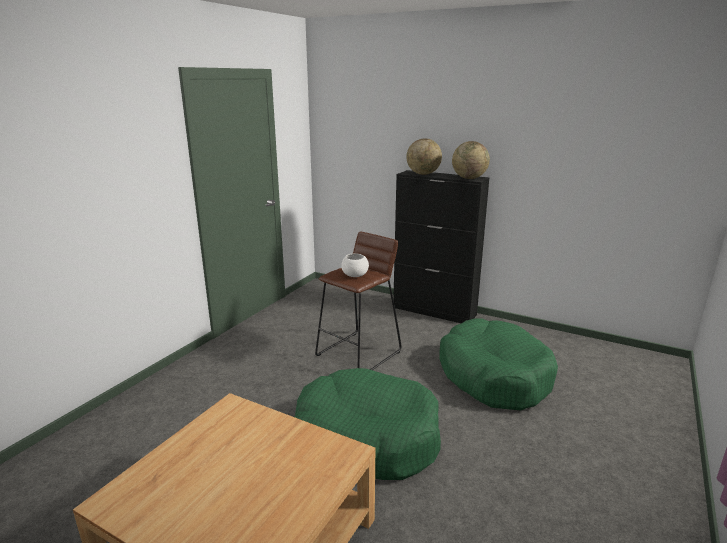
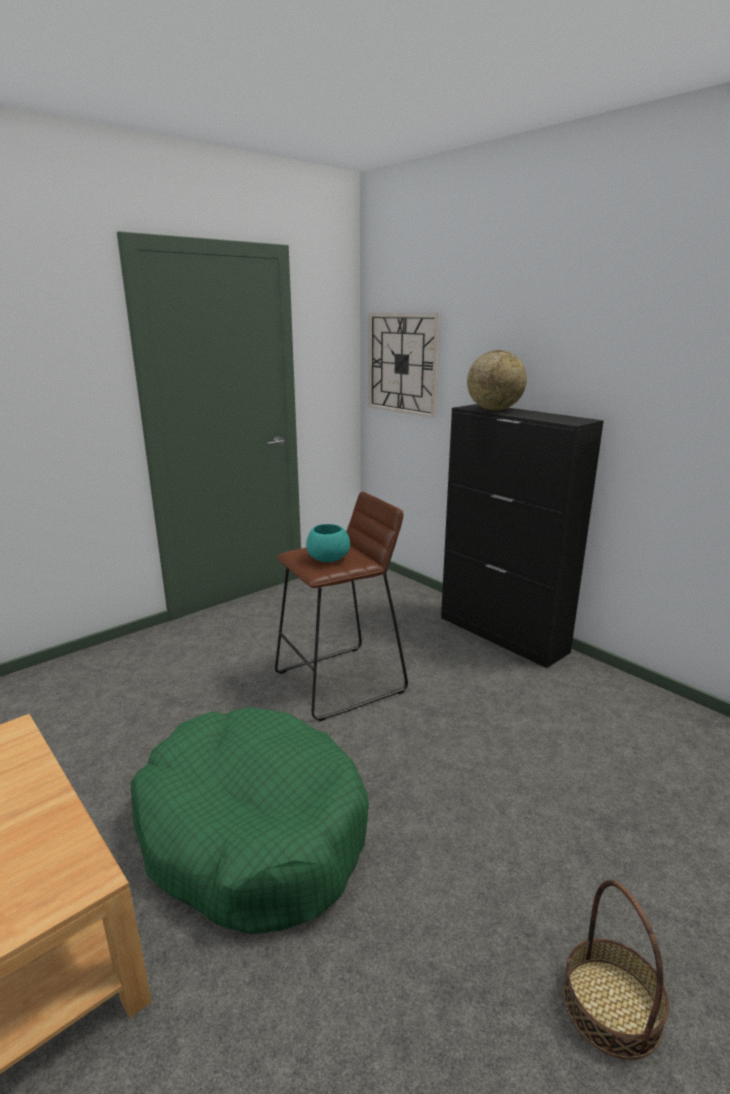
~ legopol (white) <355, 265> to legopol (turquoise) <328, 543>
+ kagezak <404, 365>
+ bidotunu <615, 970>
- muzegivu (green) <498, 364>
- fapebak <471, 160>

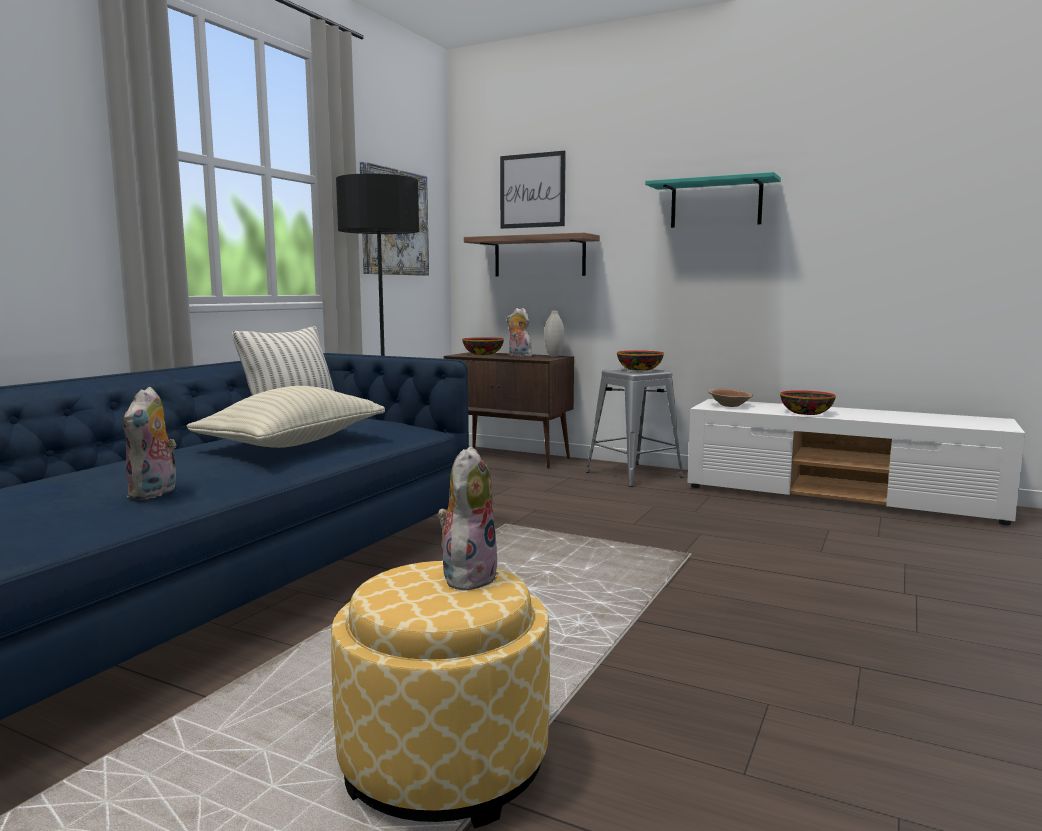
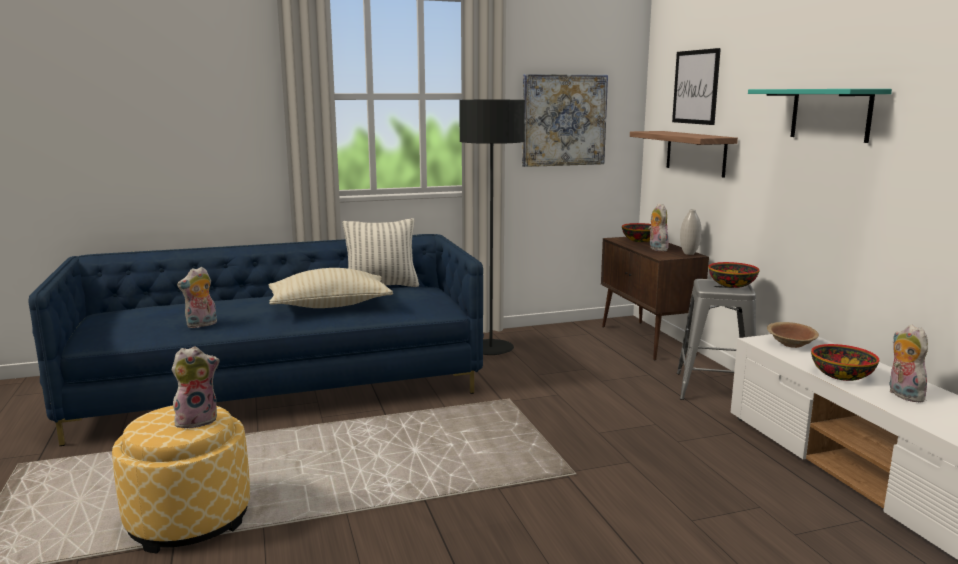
+ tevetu <909, 363>

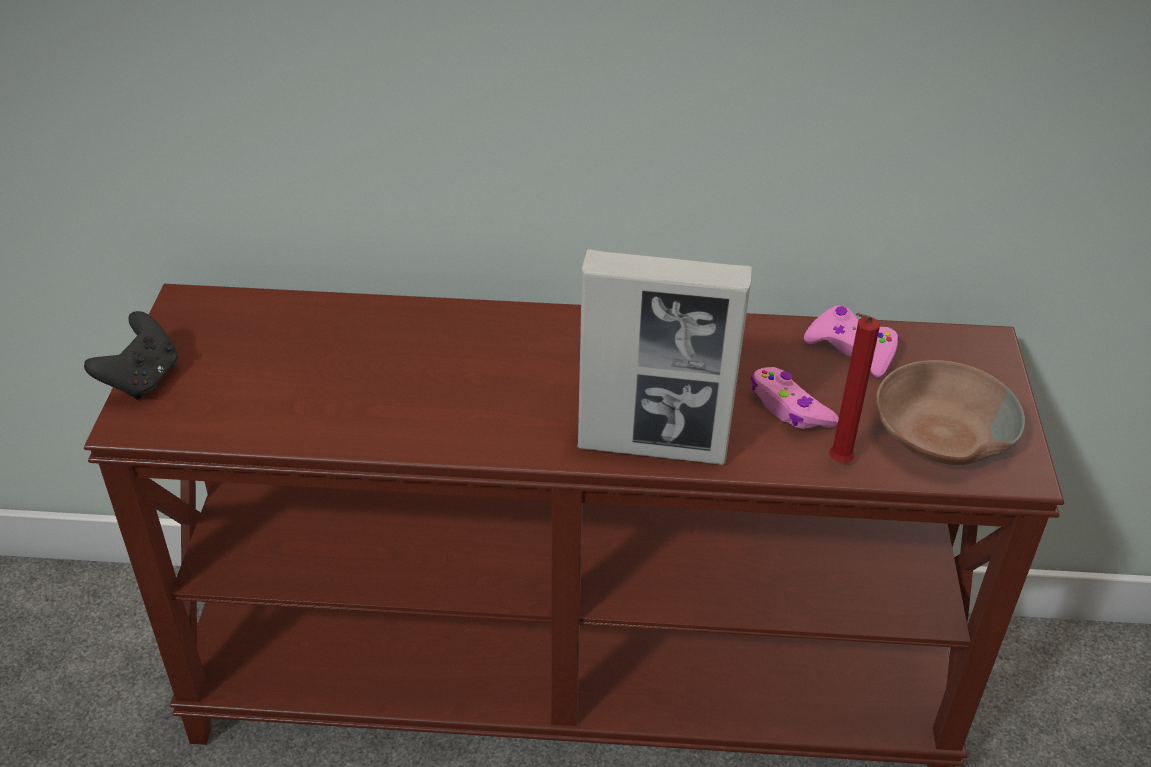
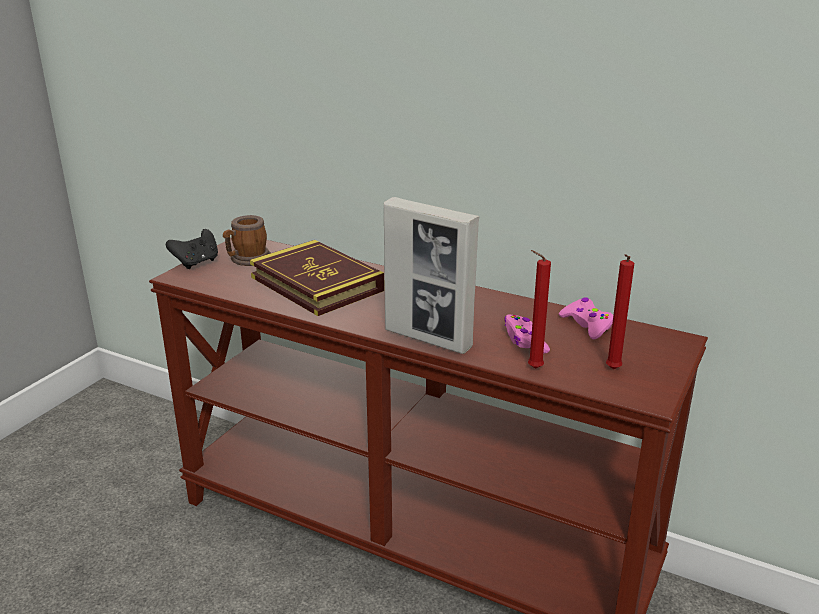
+ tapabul <247, 240>
+ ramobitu <317, 278>
~ legopol (brown) <950, 412> to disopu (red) <620, 311>

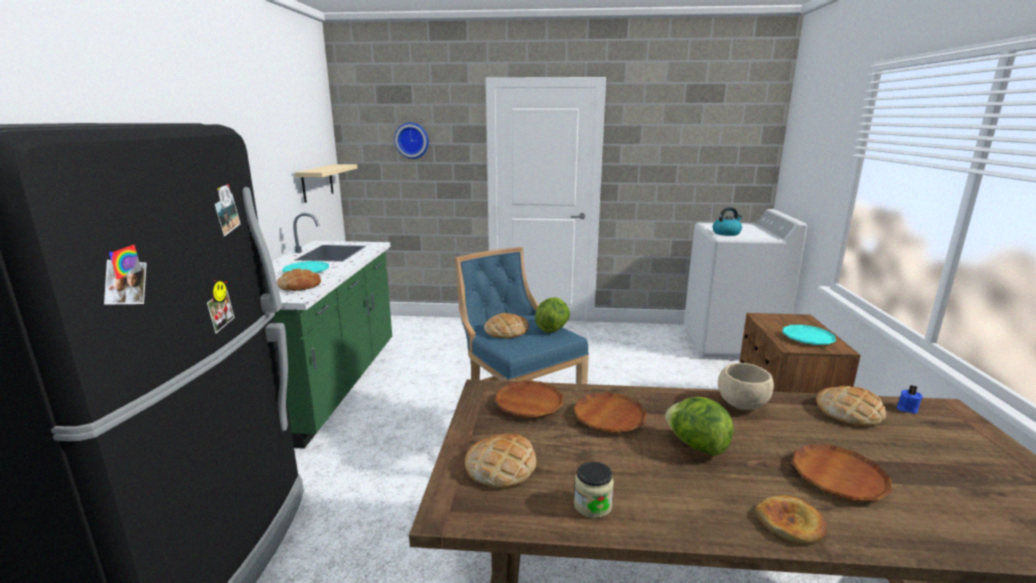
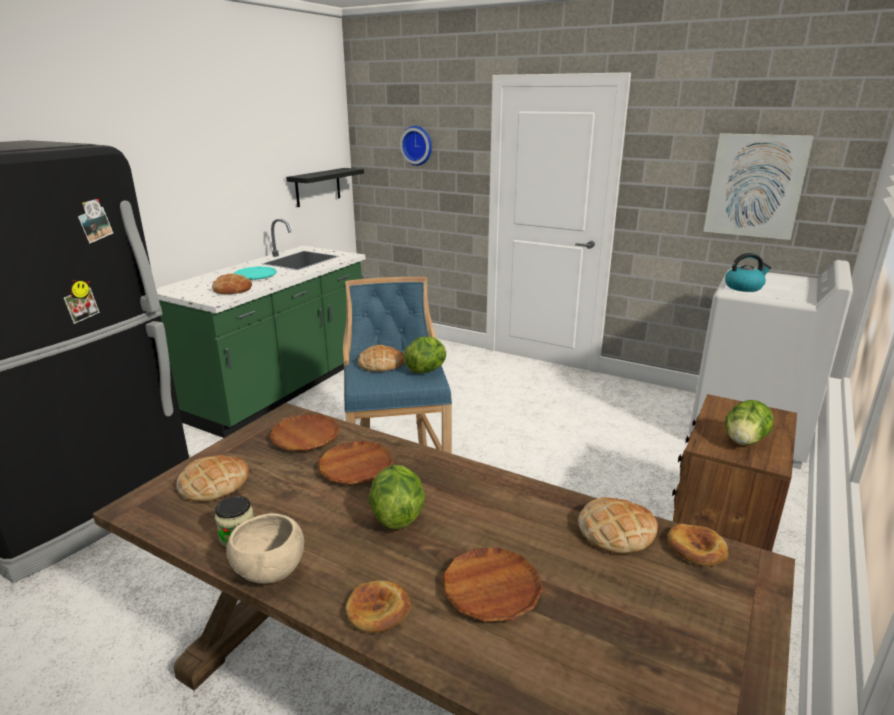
~ legopol (beige) <746, 386> to <265, 548>
~ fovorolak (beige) <326, 183> to fovorolak (black) <325, 187>
~ disopu (blue) <910, 399> to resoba <698, 545>
+ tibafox <758, 186>
~ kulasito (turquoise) <809, 335> to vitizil <749, 422>

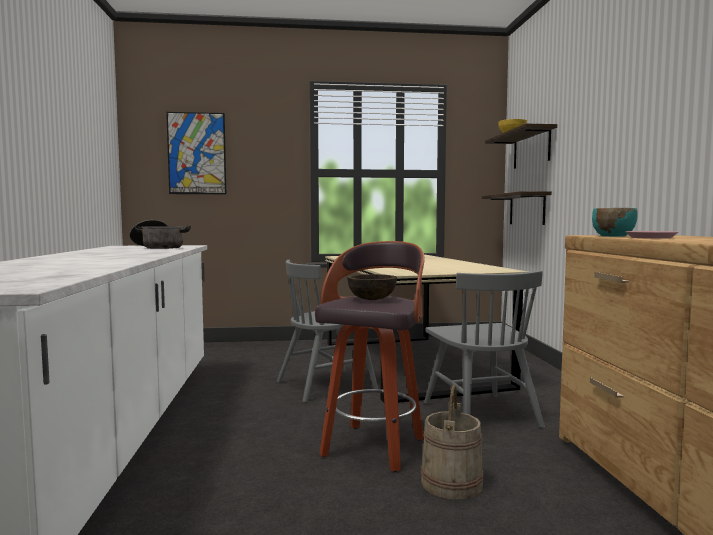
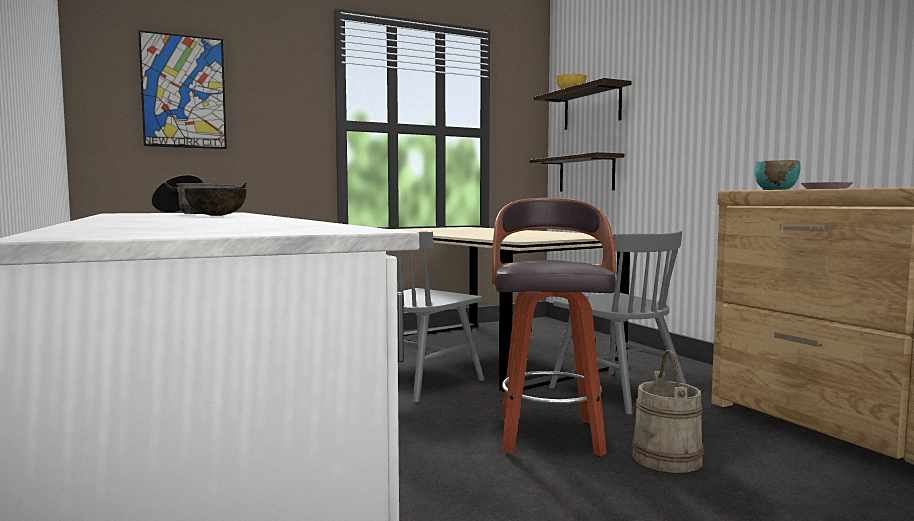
~ legopol (brown) <372, 287> to <215, 202>

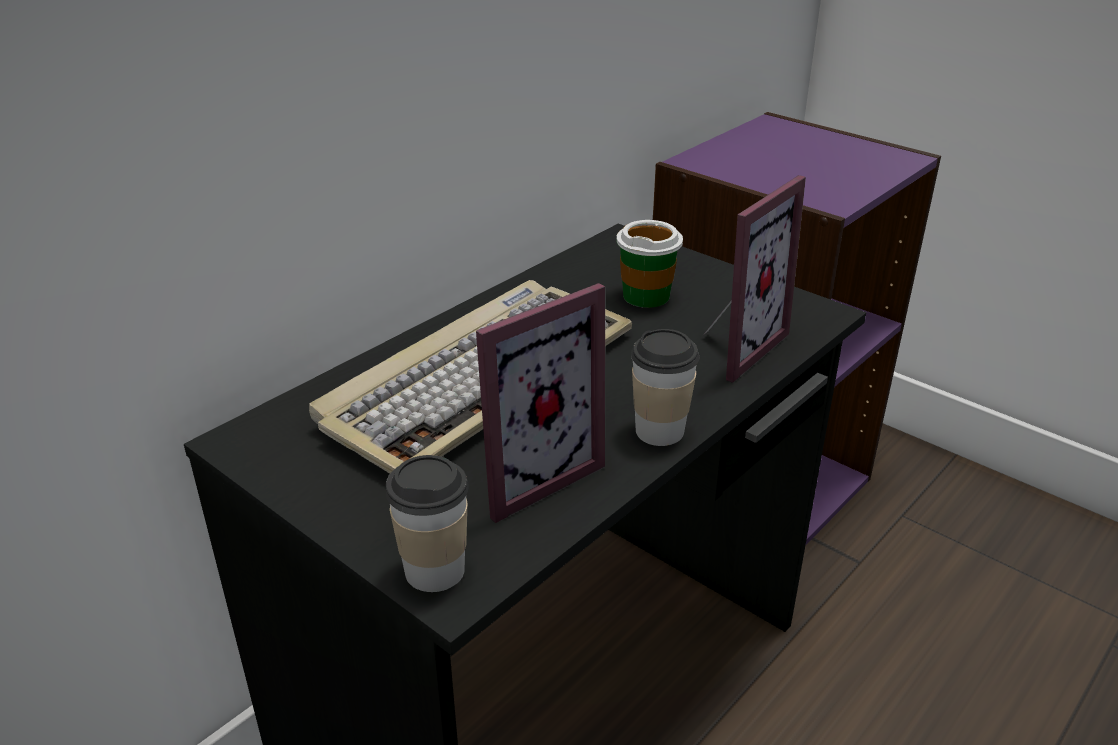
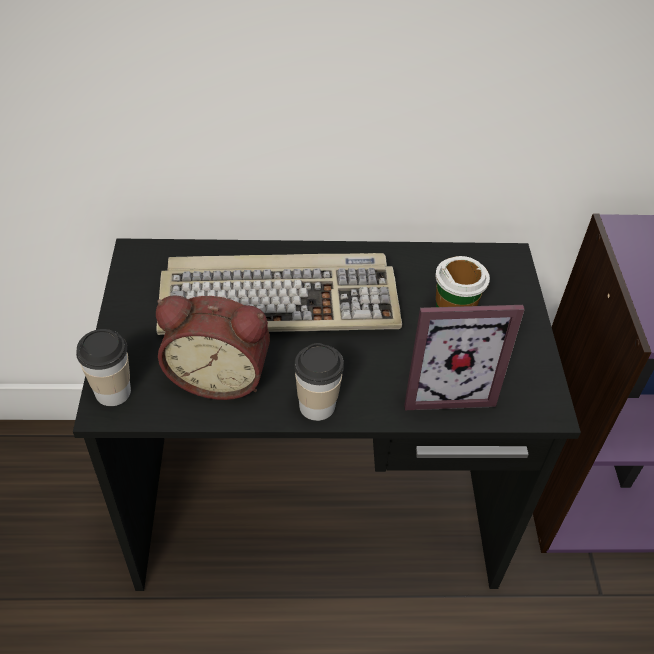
~ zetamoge <540, 403> to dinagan <213, 347>

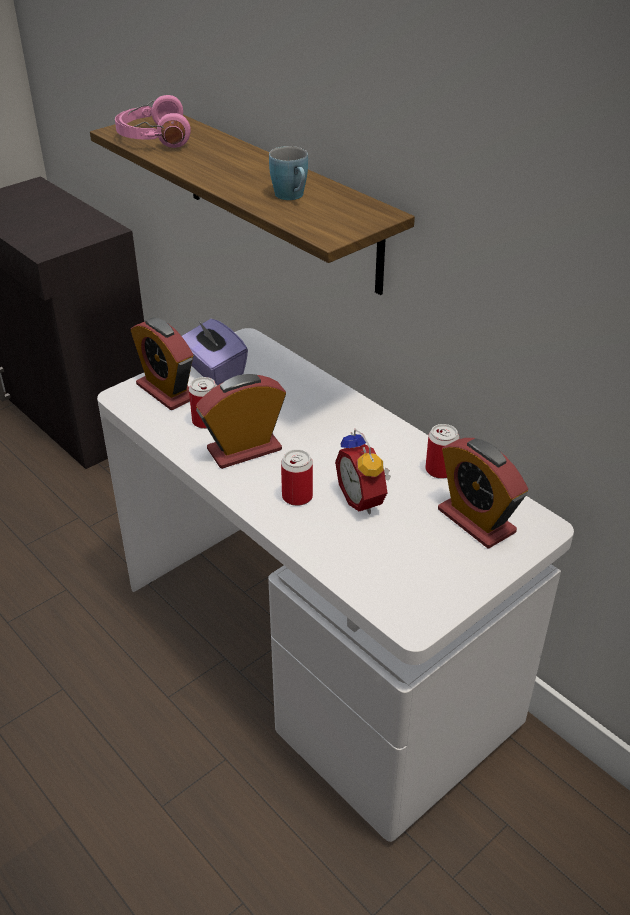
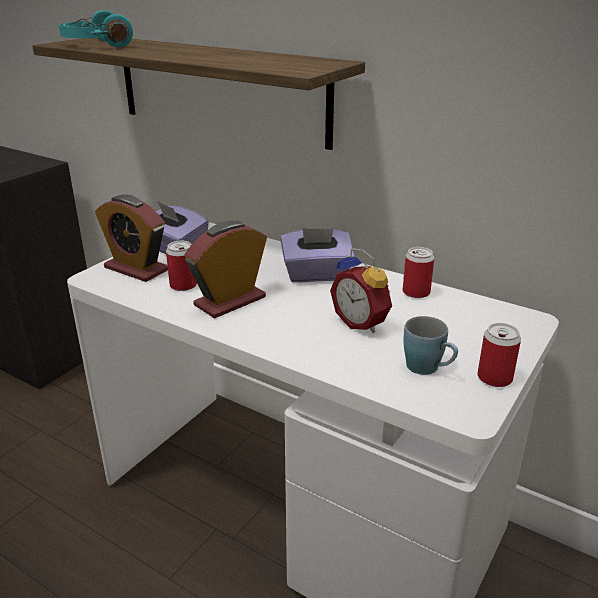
~ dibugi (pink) <153, 121> to dibugi (turquoise) <96, 28>
+ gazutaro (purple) <317, 255>
~ tapabul (blue) <288, 173> to <431, 345>
~ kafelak <297, 477> to <499, 355>
- dinagan <483, 493>

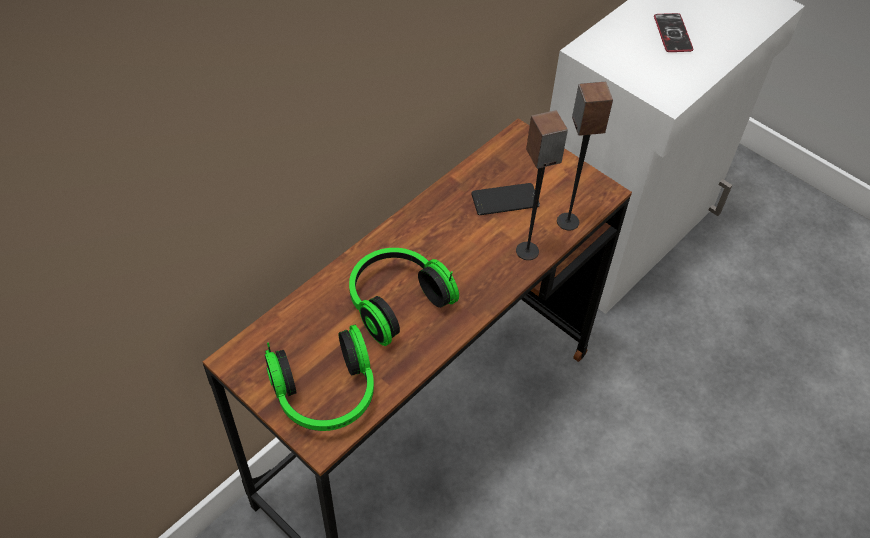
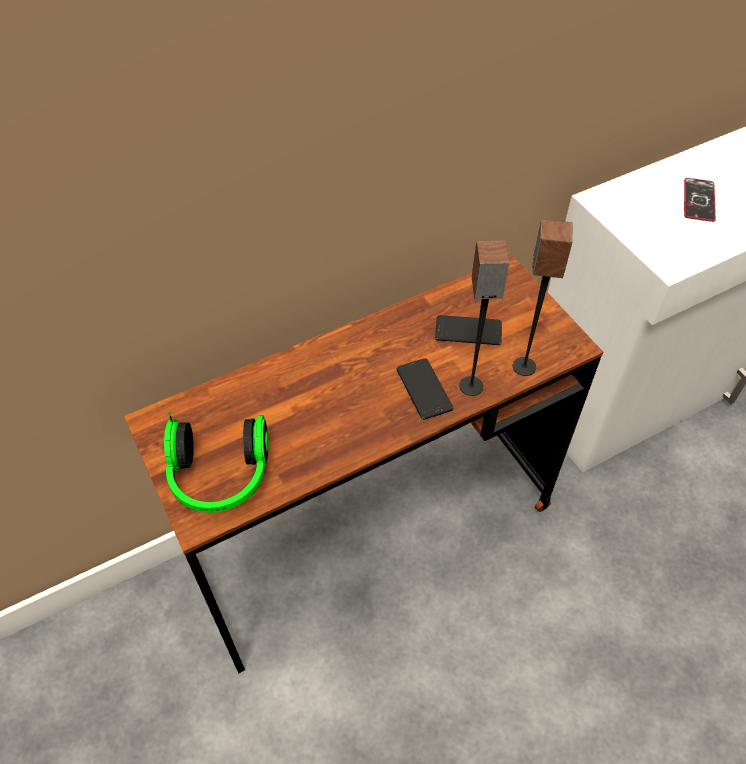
+ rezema <425, 389>
- dibugi <404, 297>

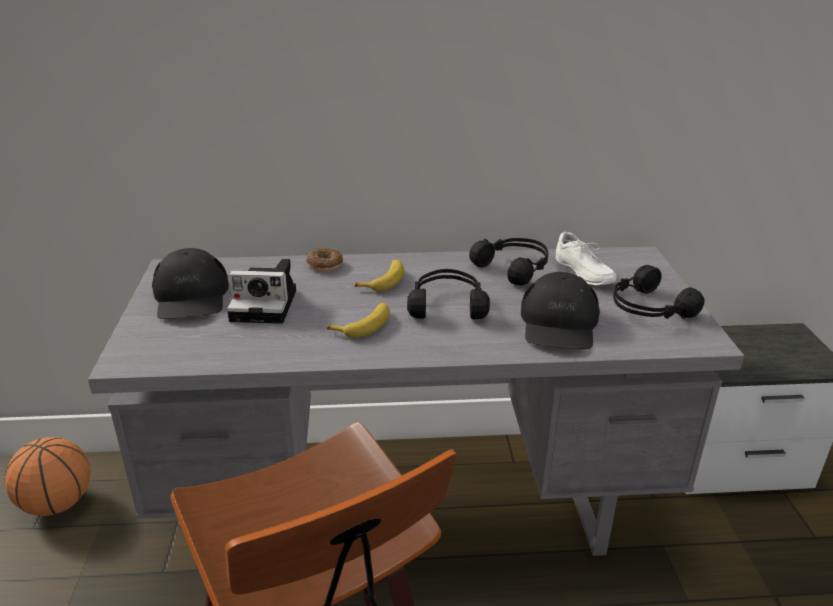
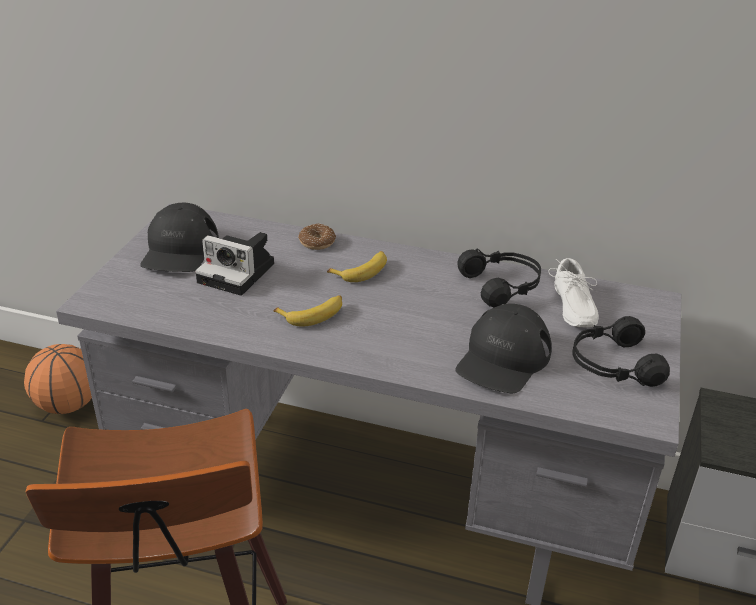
- dibugi (black) <448, 294>

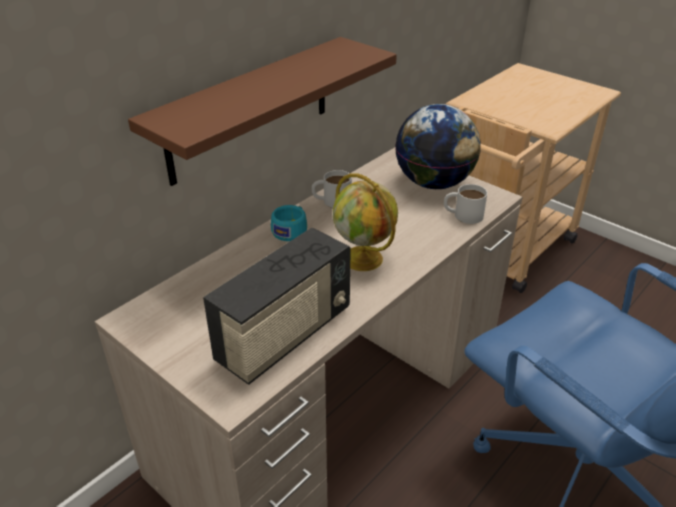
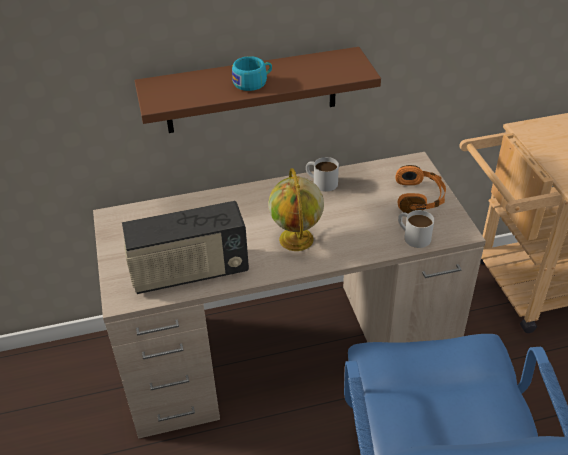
~ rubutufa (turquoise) <289, 223> to <252, 73>
~ fapebak <438, 146> to dibugi (orange) <420, 189>

